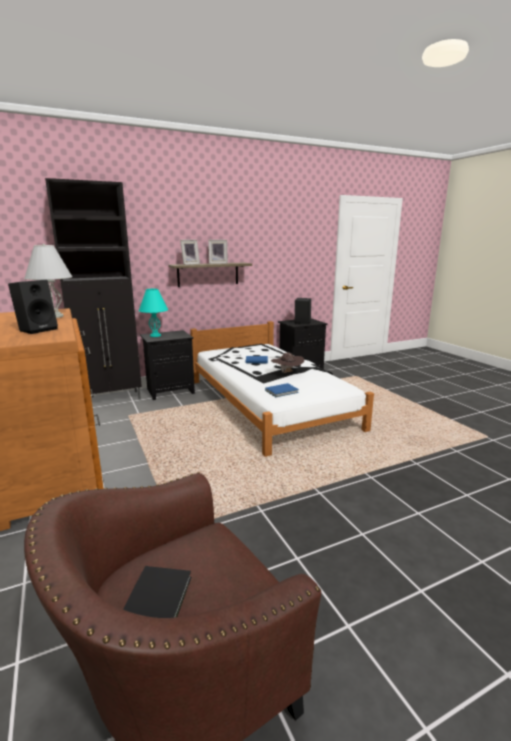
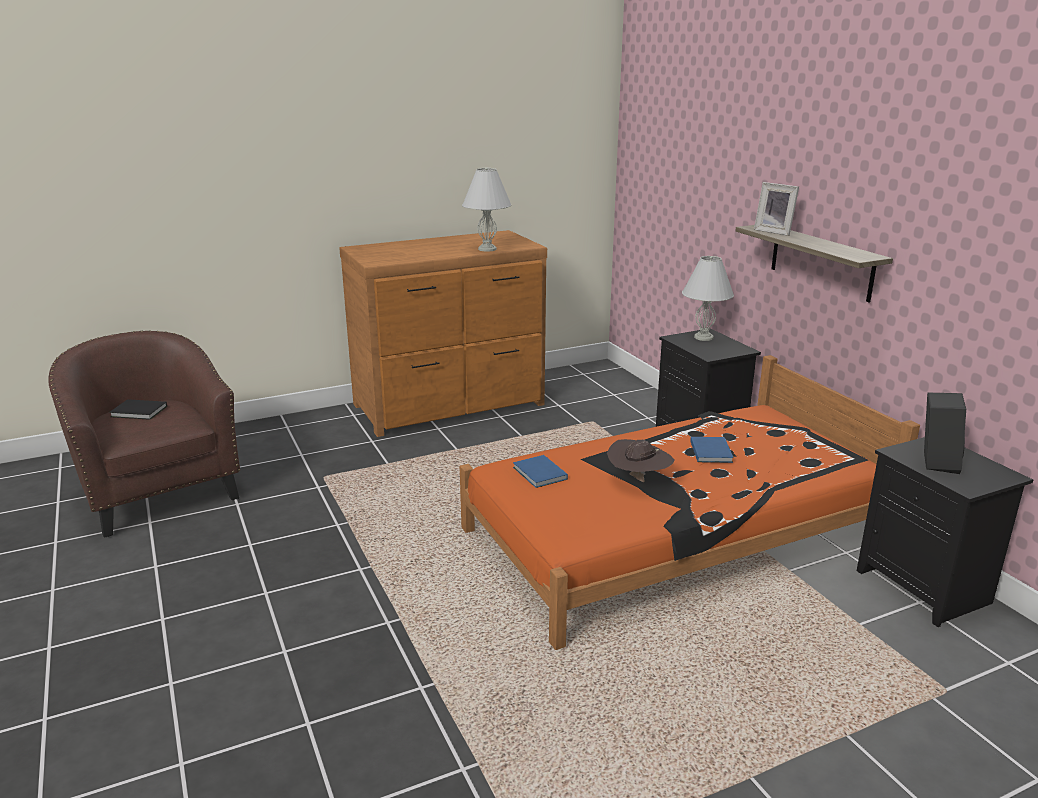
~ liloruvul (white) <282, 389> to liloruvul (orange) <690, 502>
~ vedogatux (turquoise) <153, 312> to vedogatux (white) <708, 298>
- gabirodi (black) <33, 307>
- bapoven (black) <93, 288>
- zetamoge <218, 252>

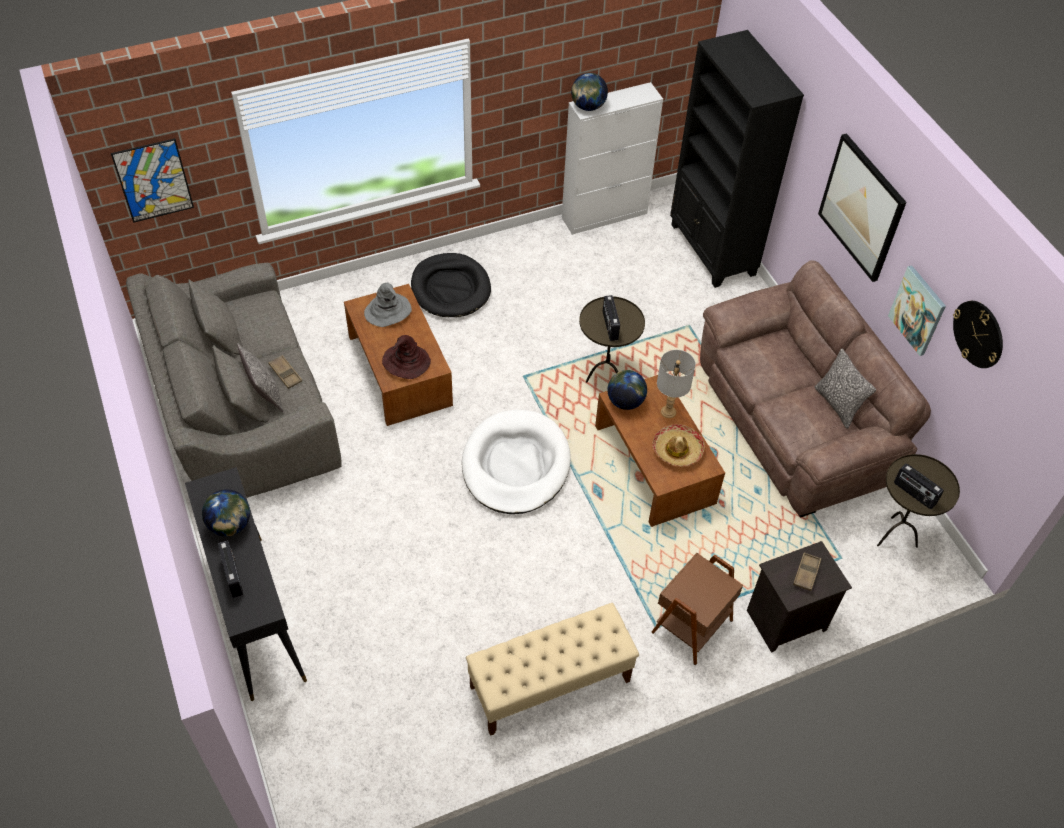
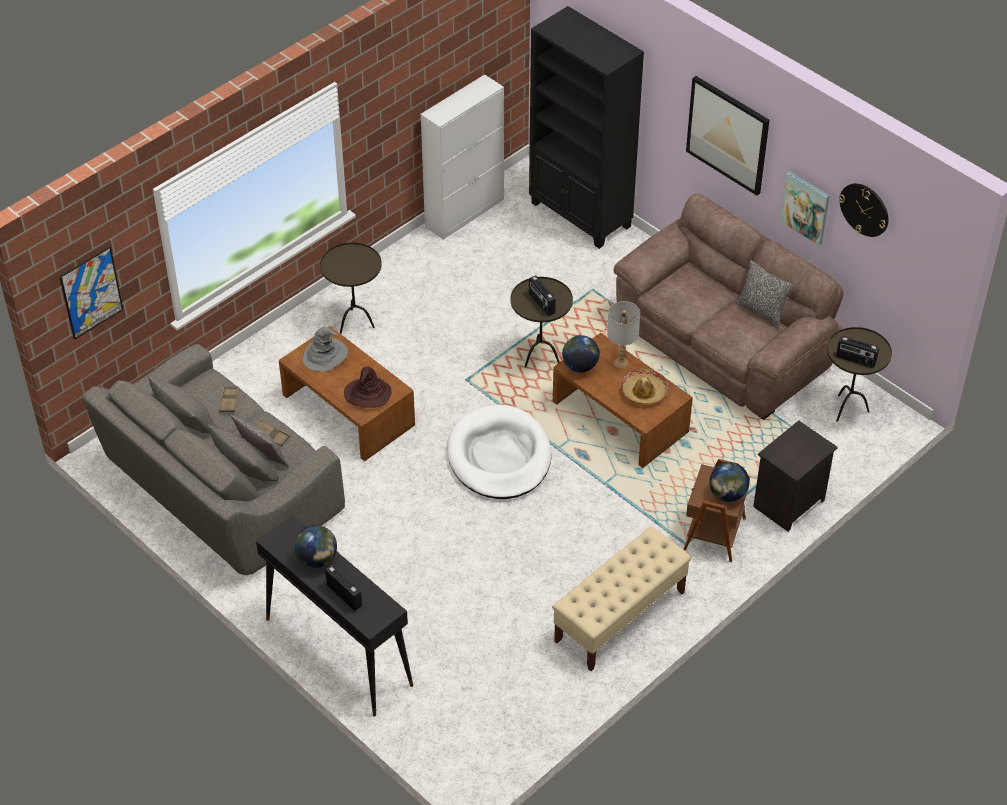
~ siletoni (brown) <807, 571> to <229, 399>
~ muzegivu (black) <451, 285> to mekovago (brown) <351, 288>
~ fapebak <589, 92> to <729, 482>

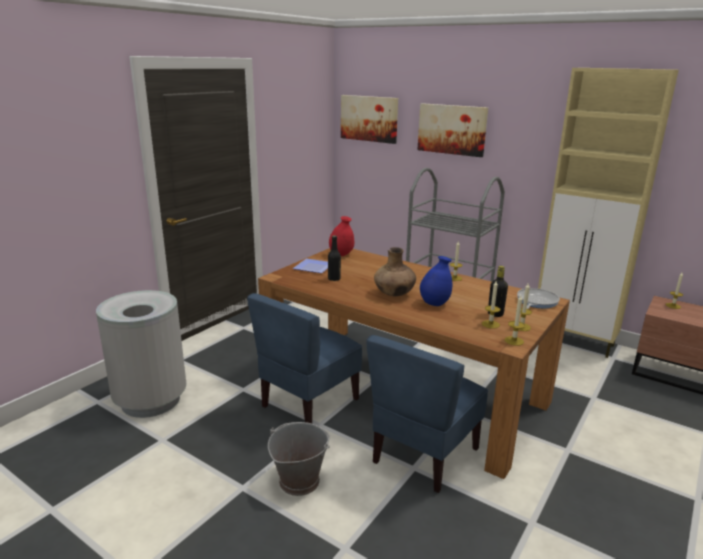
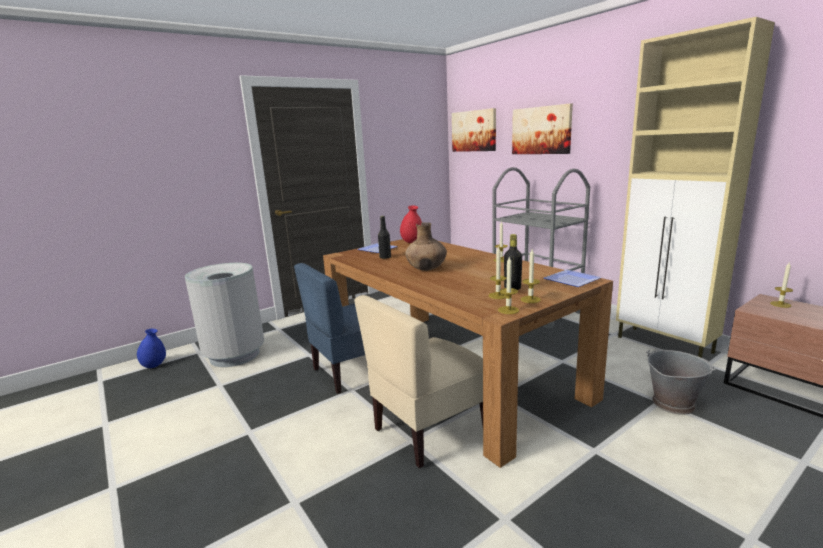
~ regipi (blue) <436, 281> to <151, 348>
~ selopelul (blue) <427, 414> to selopelul (beige) <418, 382>
~ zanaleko <538, 298> to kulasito <572, 278>
~ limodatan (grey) <299, 459> to <681, 382>

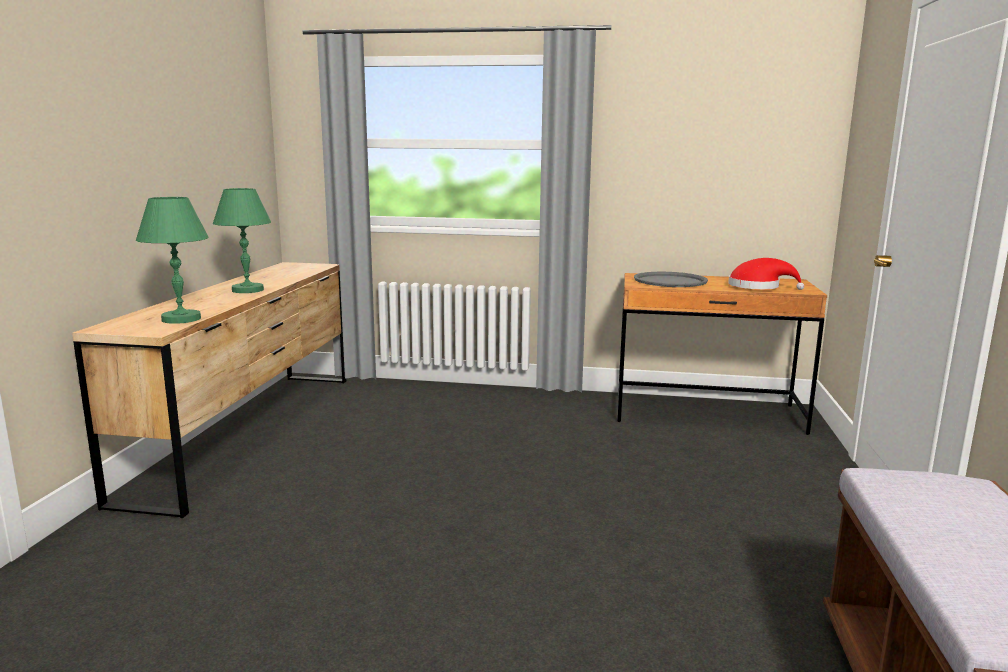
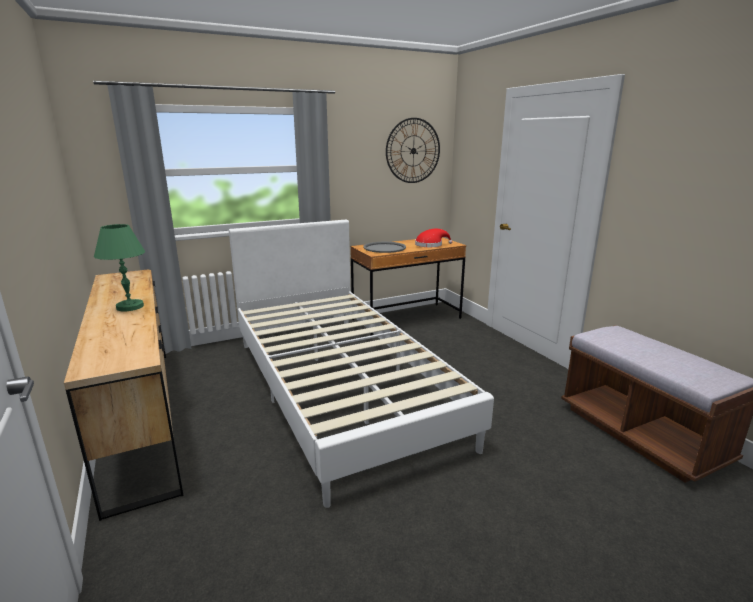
+ liloruvul (white) <361, 363>
+ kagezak <413, 150>
- vedogatux (green) <172, 260>

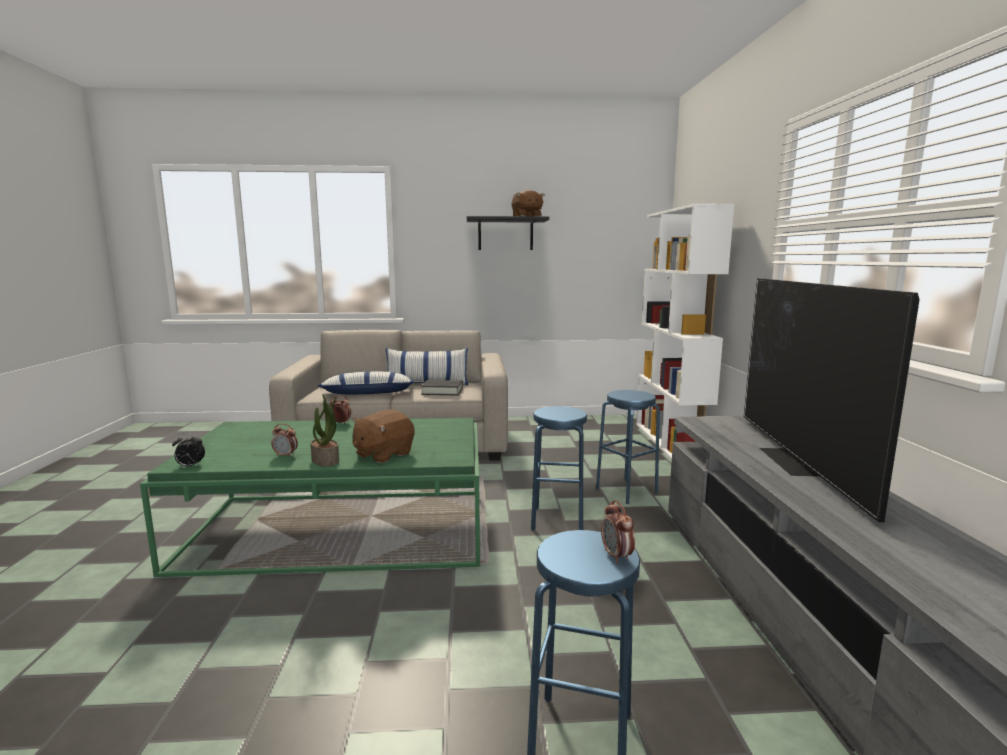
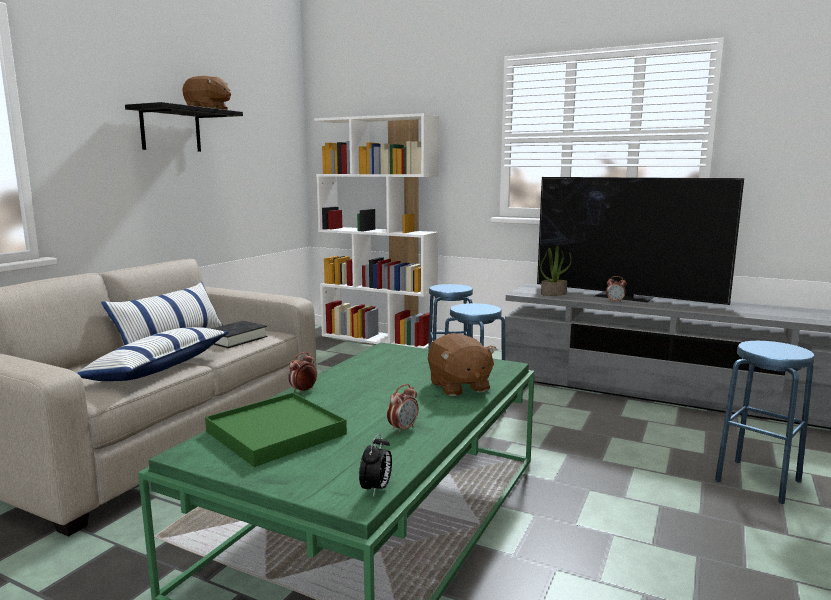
+ siletoni (green) <276, 430>
~ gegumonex <324, 430> to <556, 270>
~ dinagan <618, 532> to <616, 289>

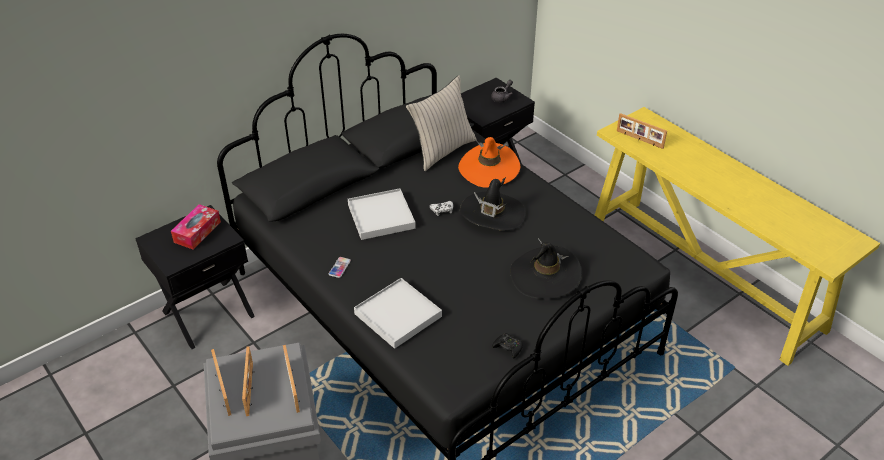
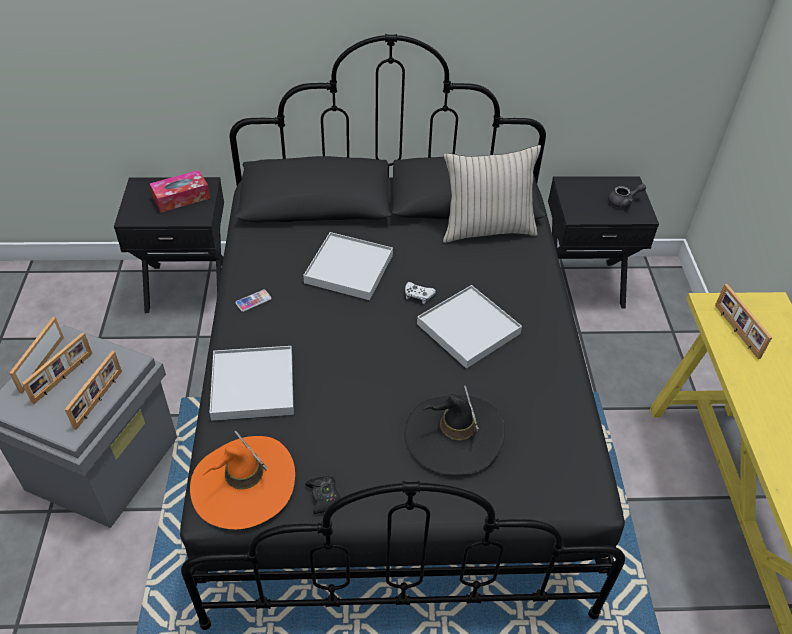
~ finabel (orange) <489, 162> to <242, 480>
~ finabel (black) <493, 204> to siletoni (white) <469, 327>

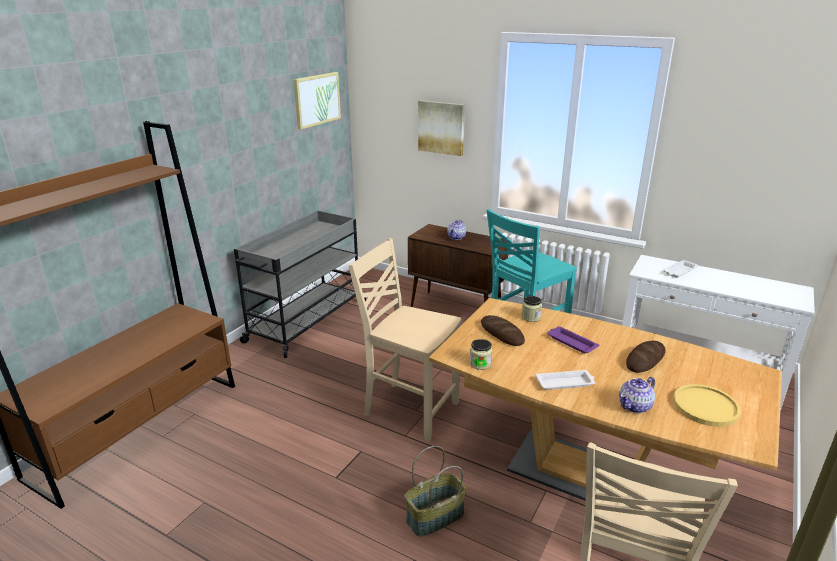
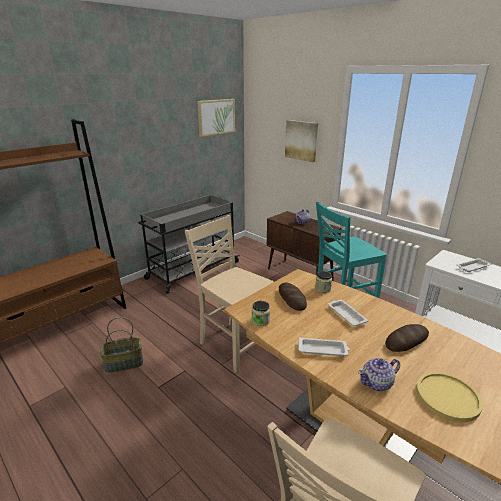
~ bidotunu <435, 491> to <121, 345>
~ siletoni (purple) <573, 339> to siletoni (white) <348, 313>

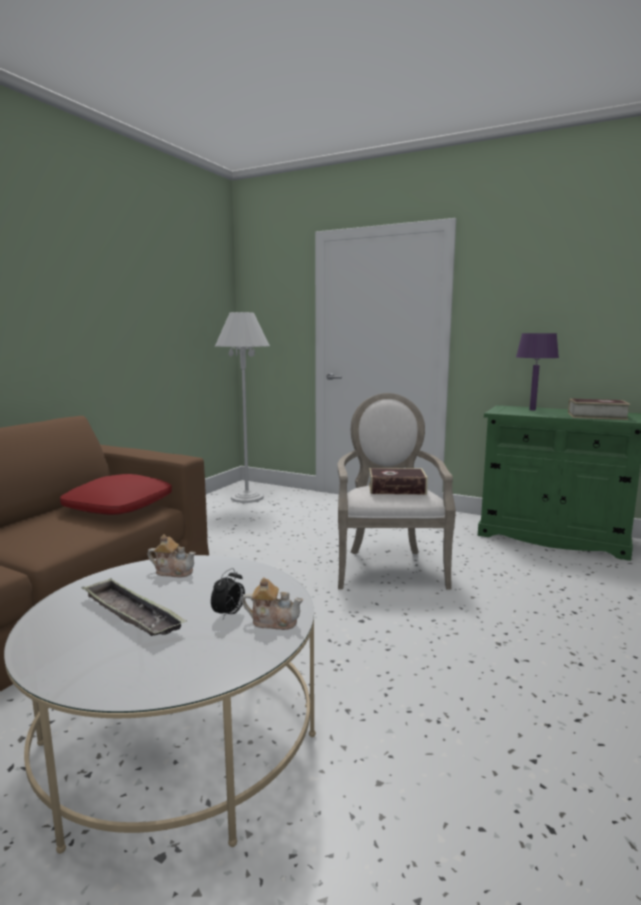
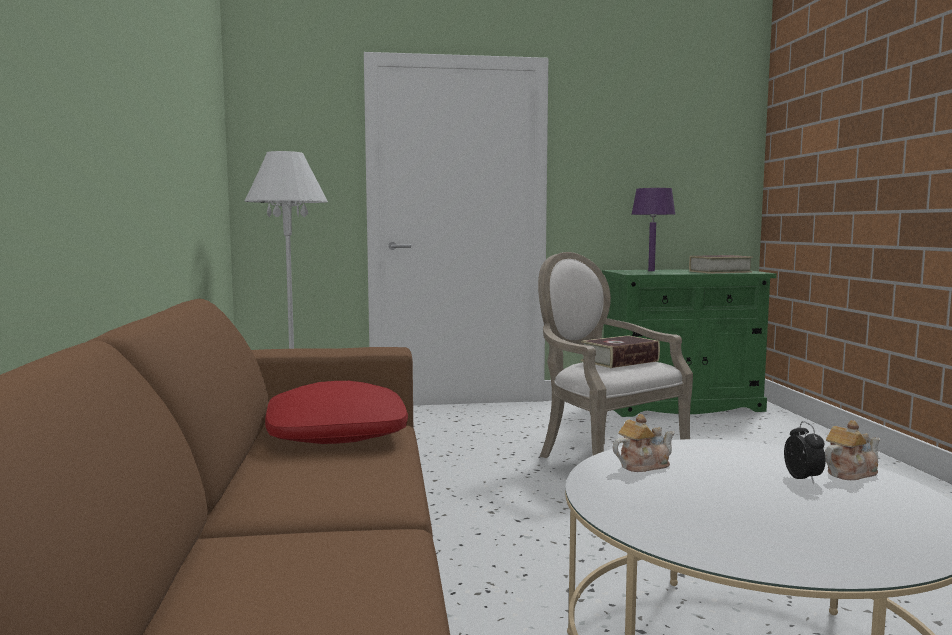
- siletoni <134, 607>

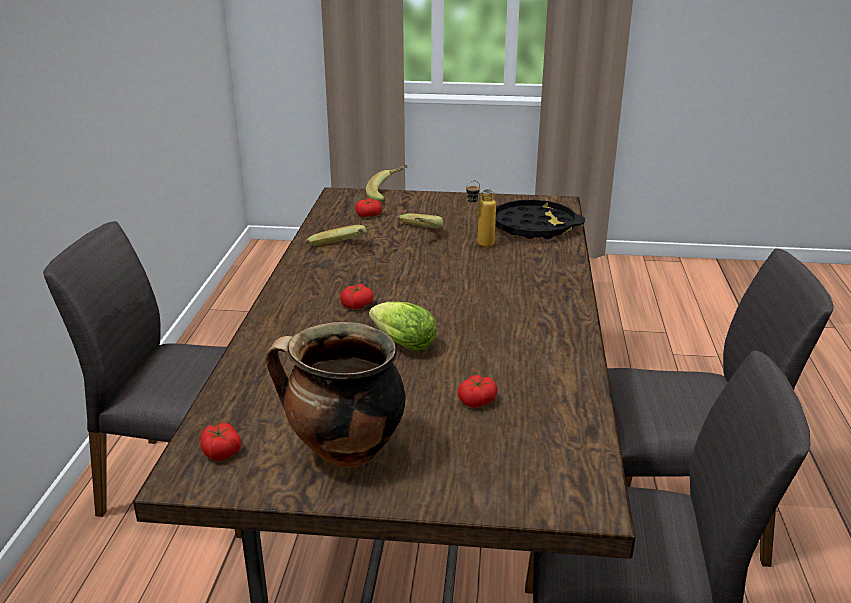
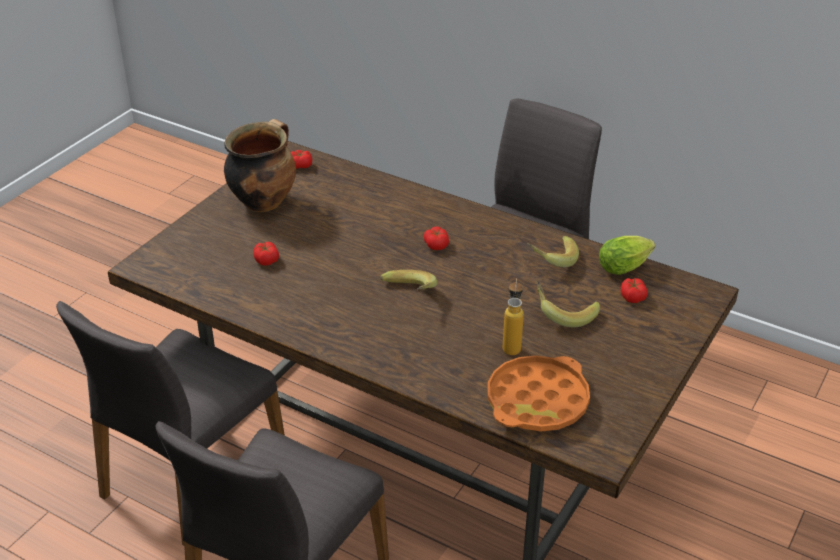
~ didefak <387, 184> to <408, 280>
~ siletoni (black) <540, 219> to siletoni (orange) <538, 393>
~ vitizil <403, 326> to <627, 255>

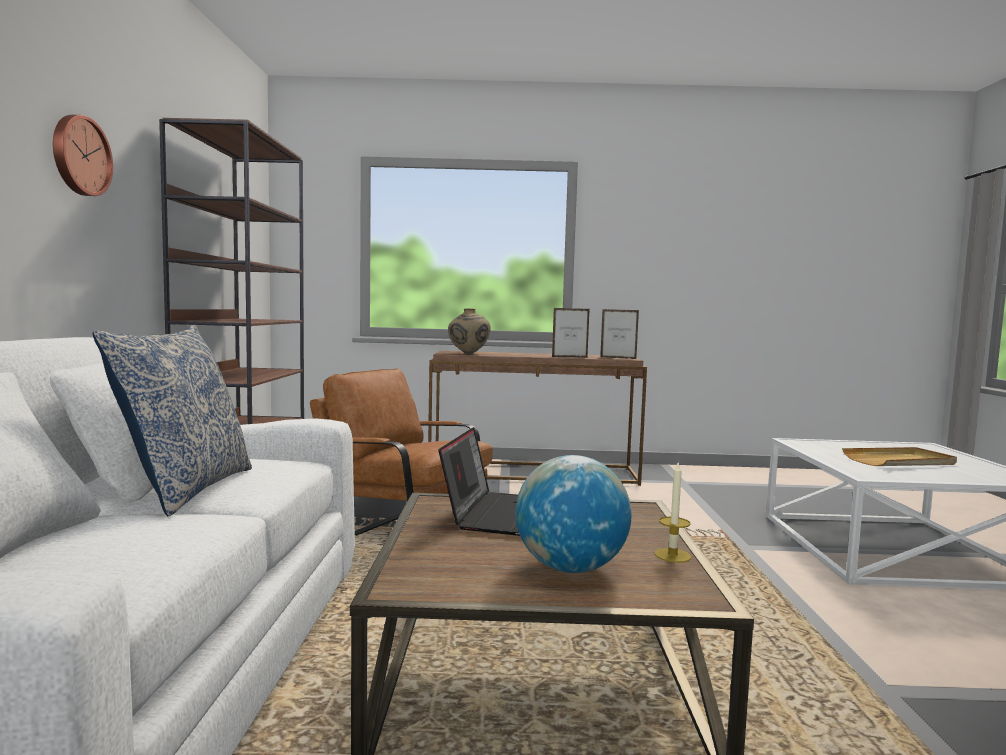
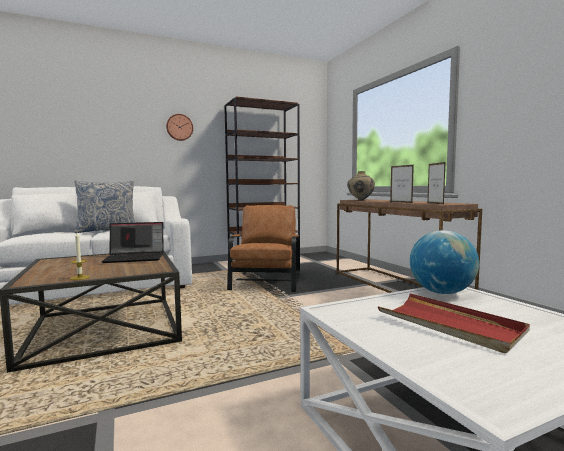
~ siletoni (beige) <899, 456> to siletoni (red) <454, 323>
~ fapebak <574, 514> to <444, 262>

